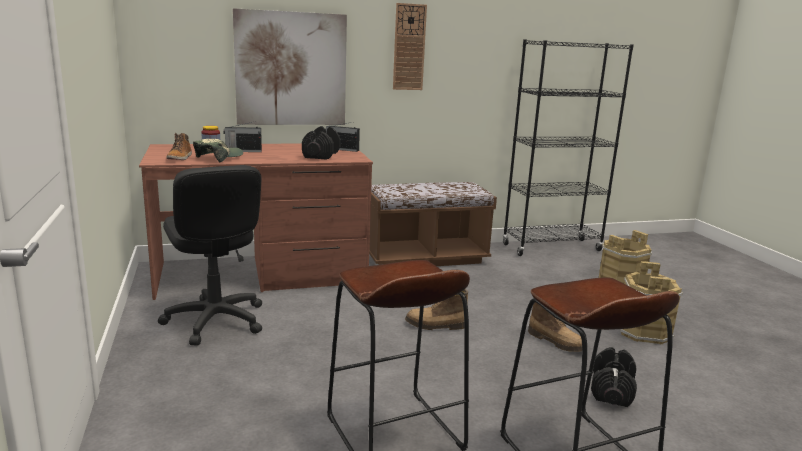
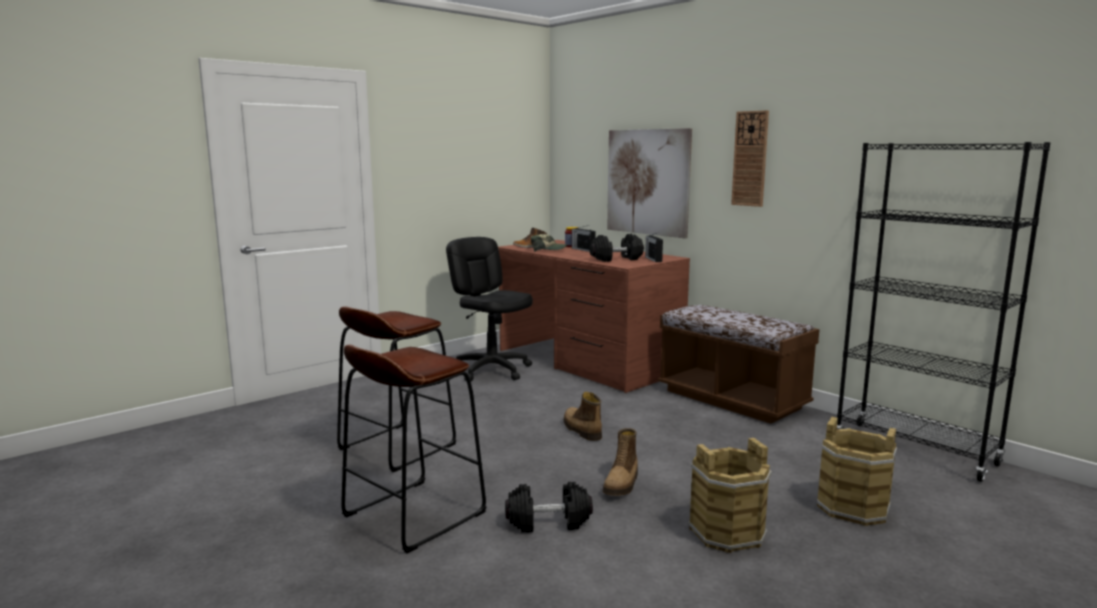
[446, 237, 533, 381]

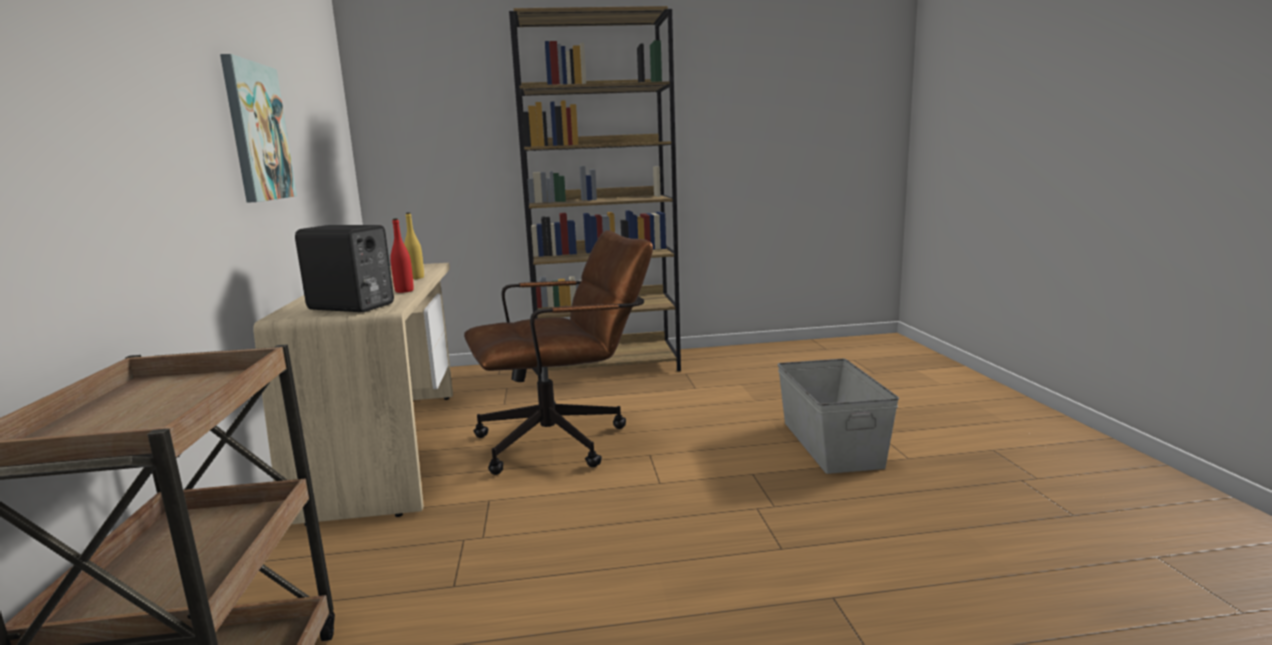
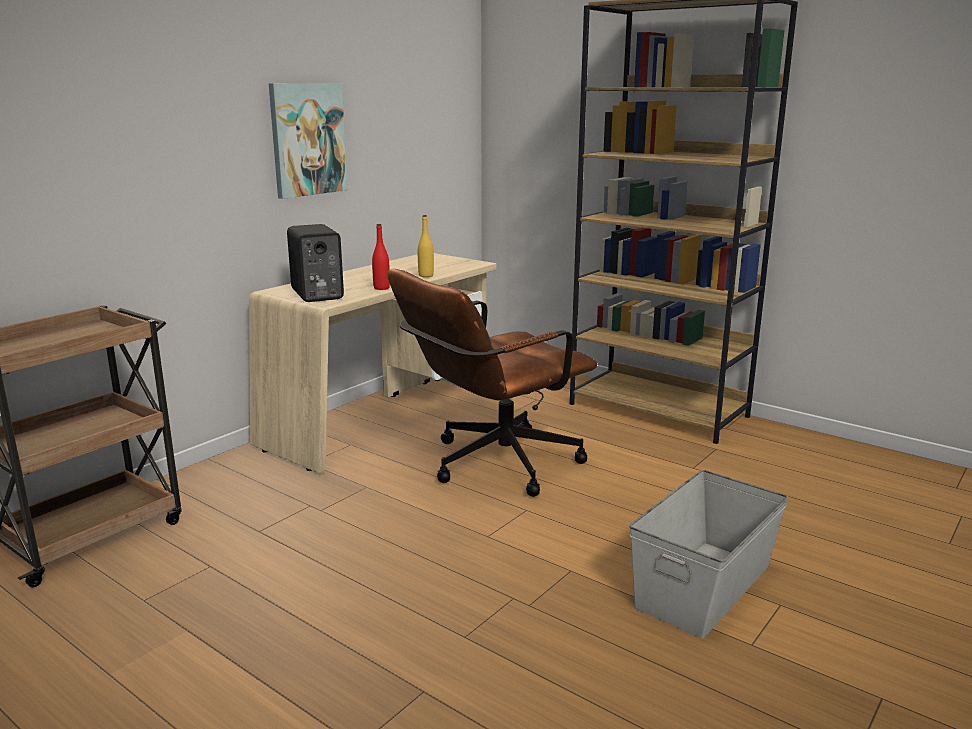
[387, 269, 597, 497]

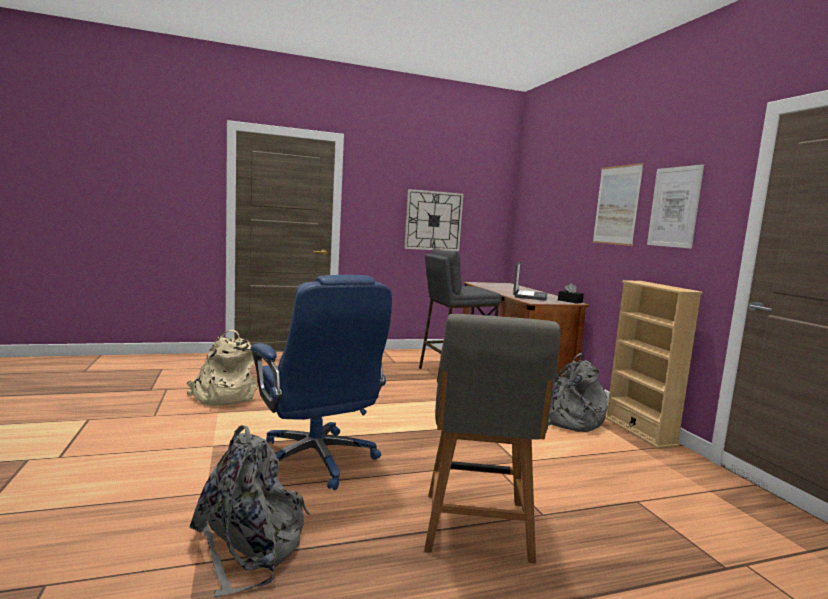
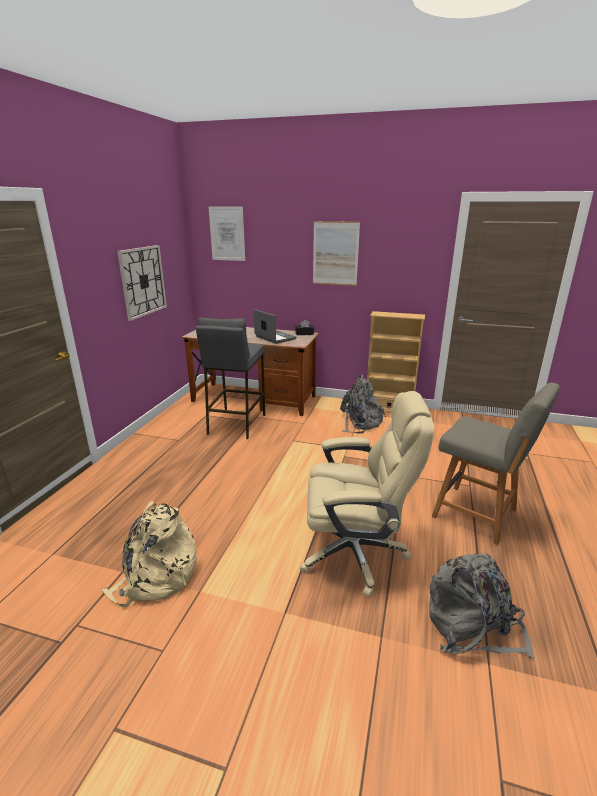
[300, 391, 434, 598]
[209, 206, 245, 261]

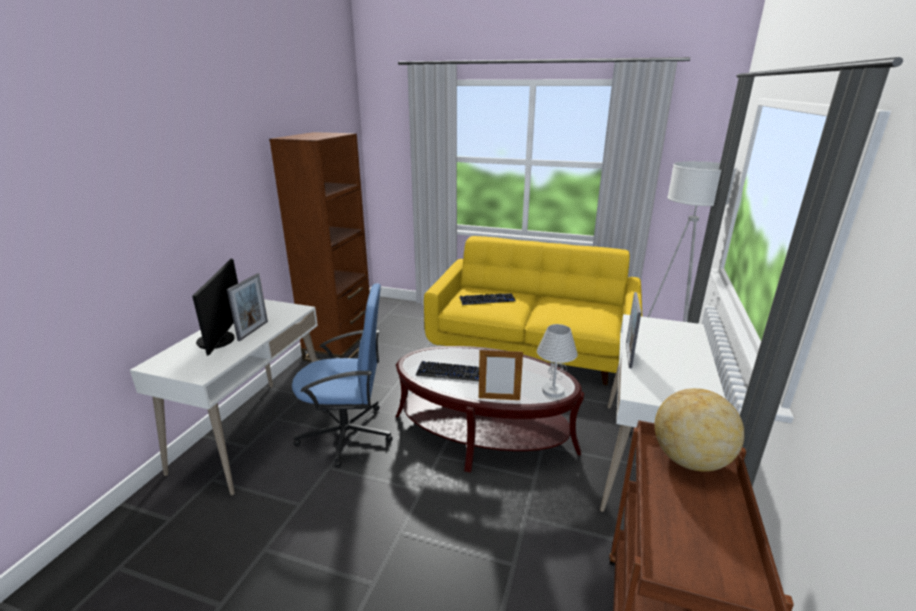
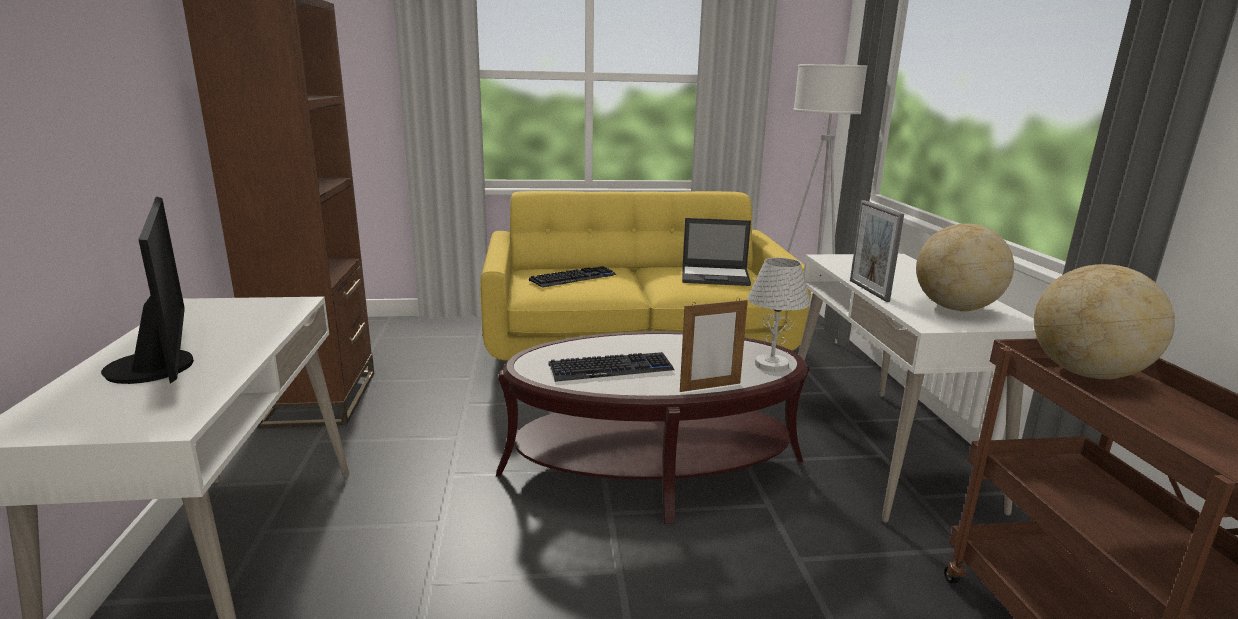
[227, 273, 268, 341] (first image)
[292, 283, 393, 468] (first image)
[682, 218, 751, 286]
[916, 224, 1014, 311]

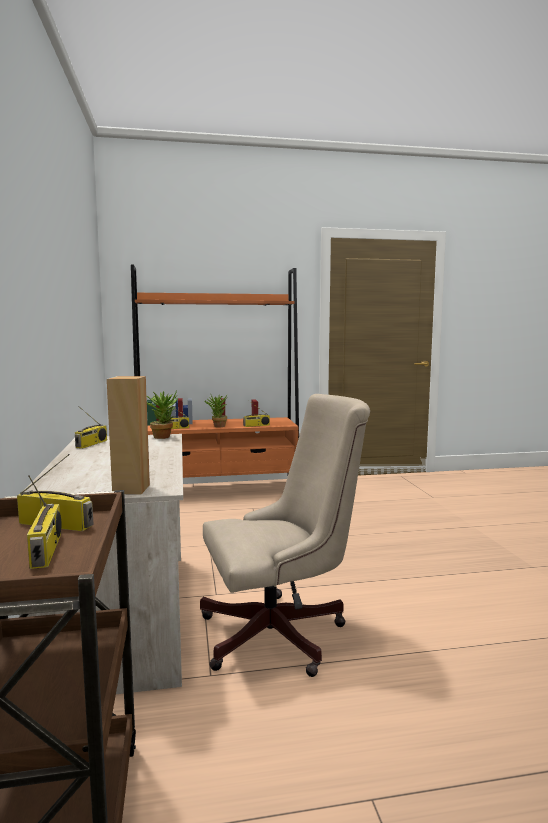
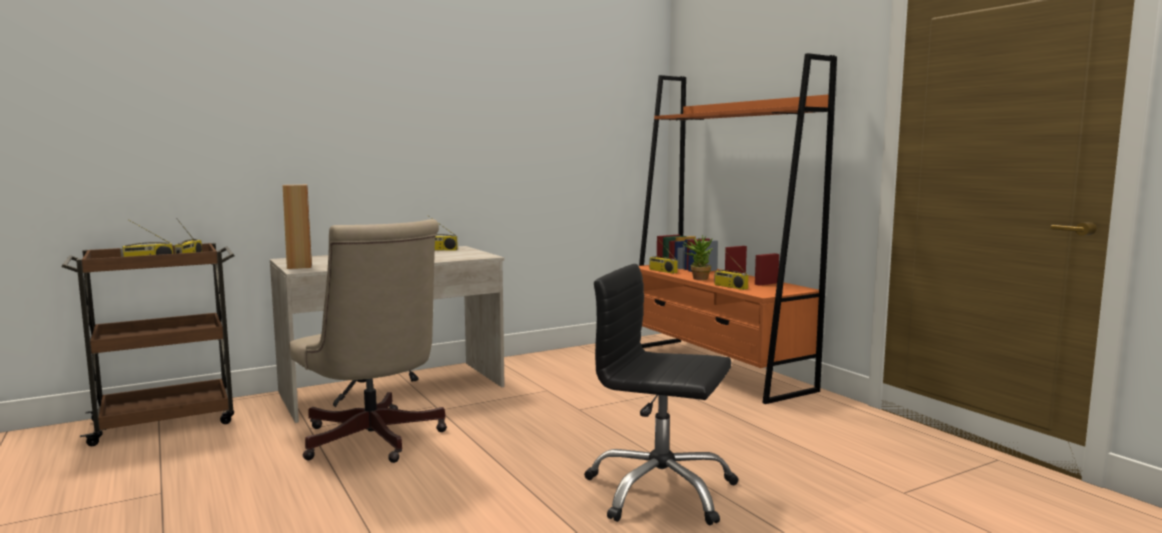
[147, 390, 178, 439] (first image)
[584, 264, 739, 525]

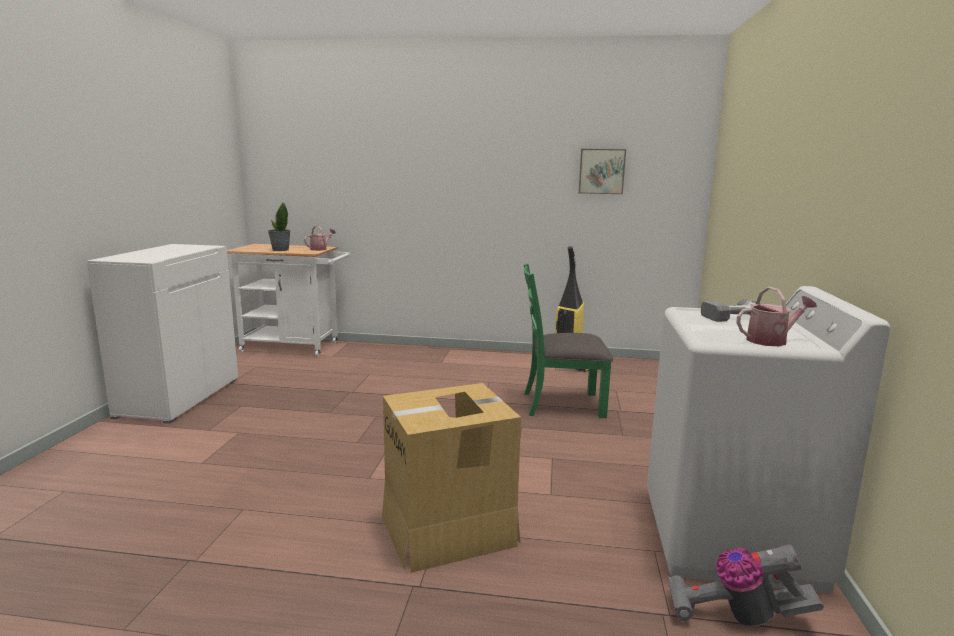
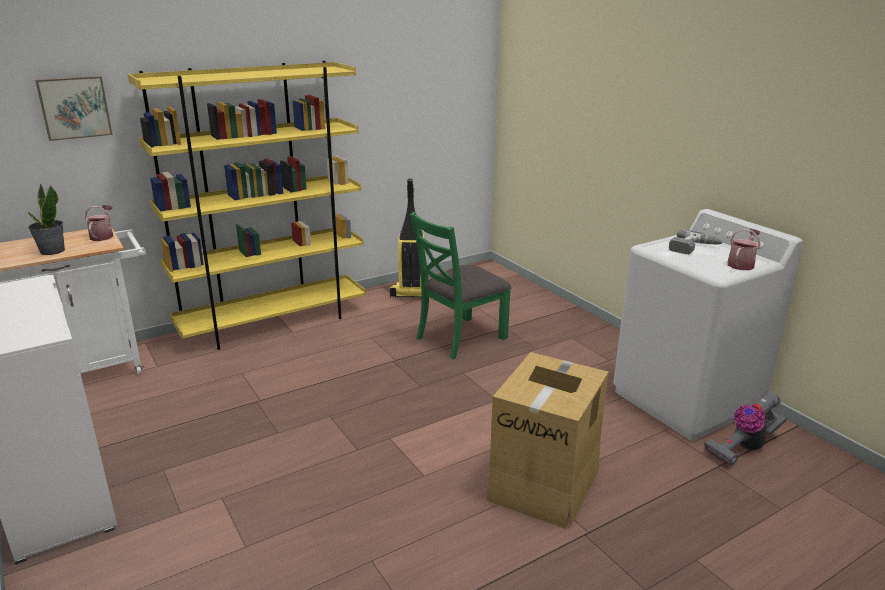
[35, 76, 113, 141]
[128, 61, 366, 350]

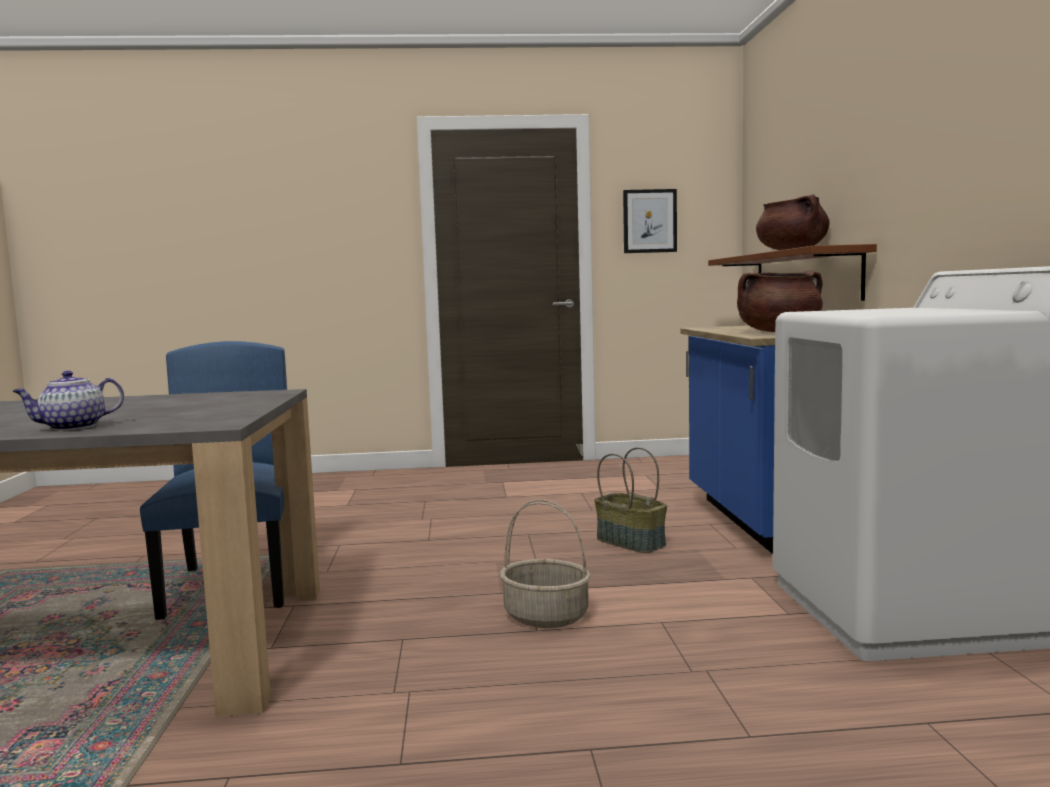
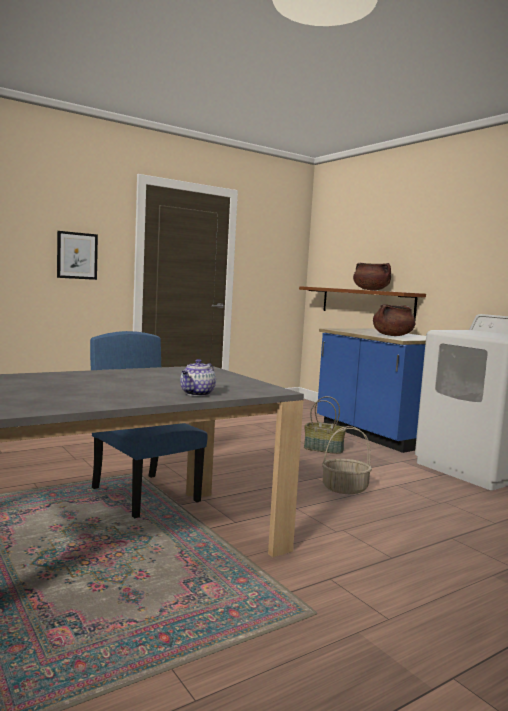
[57, 231, 98, 280]

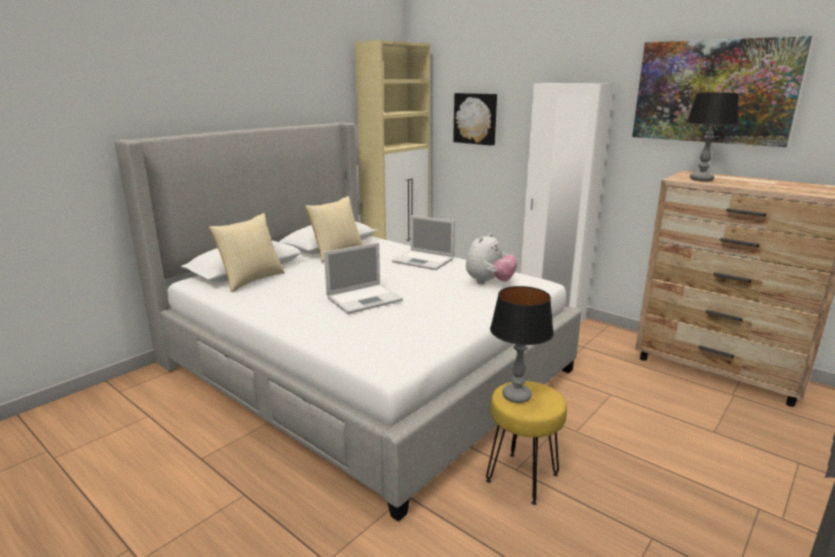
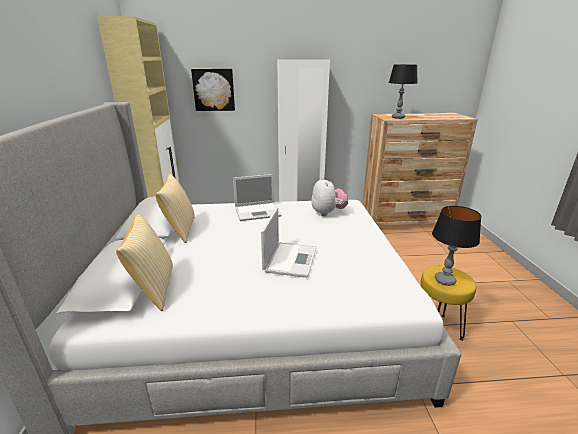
[632, 36, 812, 147] (first image)

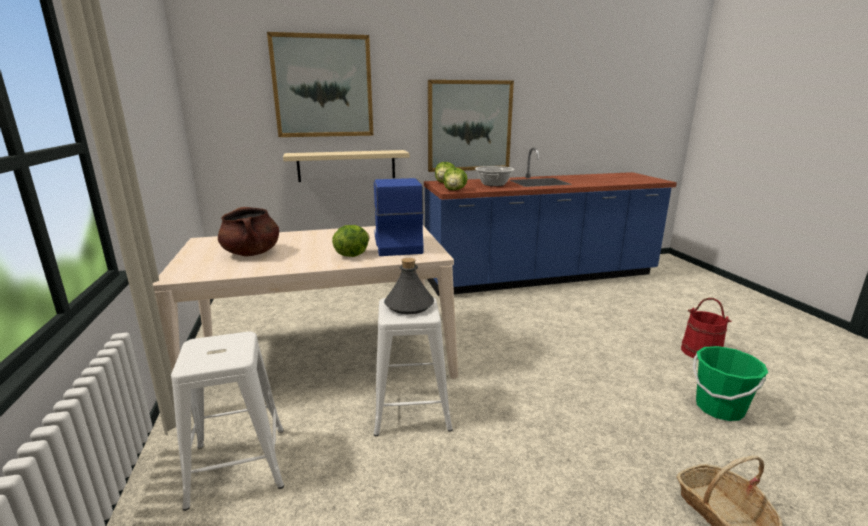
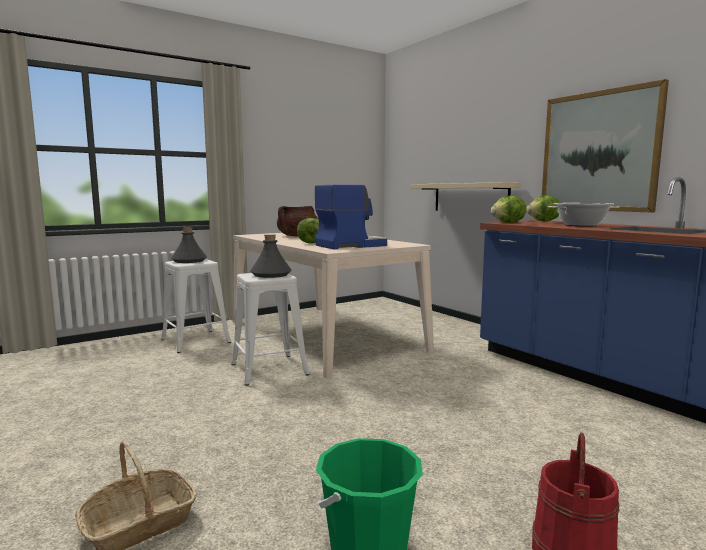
[267, 32, 373, 137] (first image)
[171, 227, 207, 263]

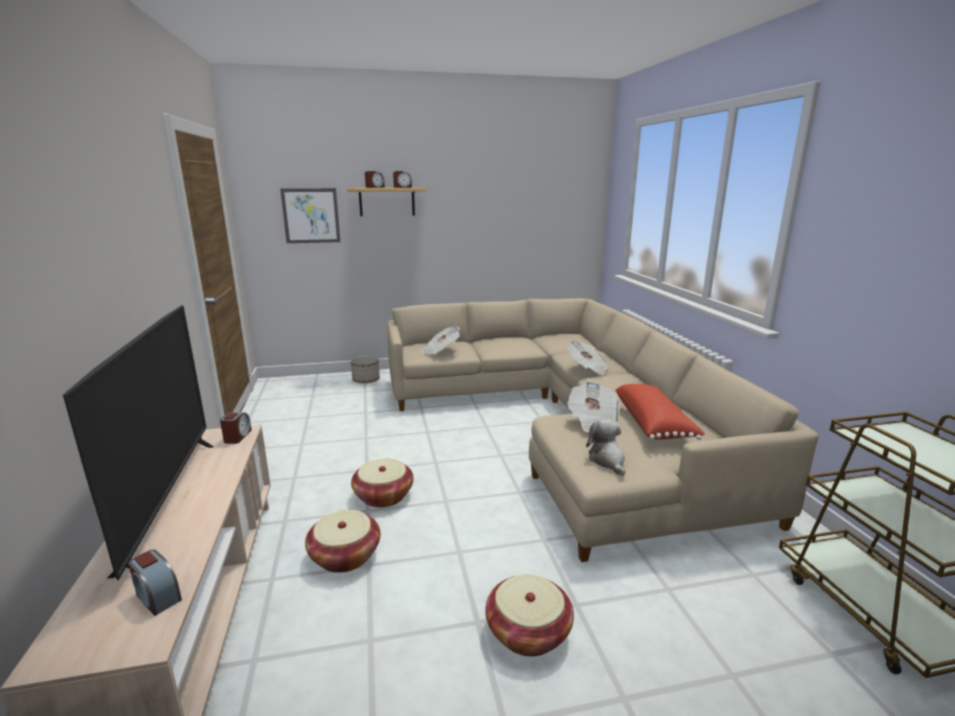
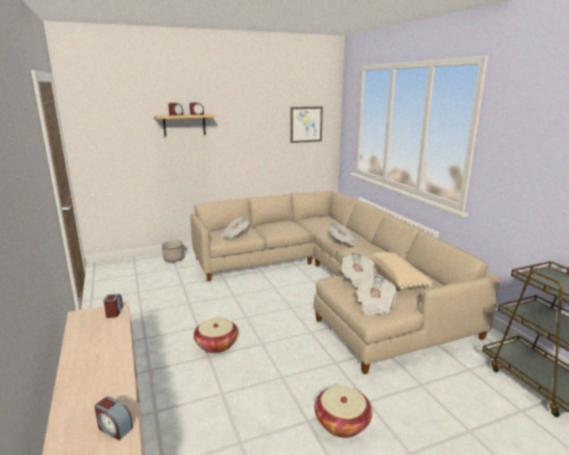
[63, 305, 214, 581] (first image)
[290, 106, 323, 143]
[305, 510, 380, 573] (first image)
[356, 275, 398, 315]
[369, 252, 433, 289]

